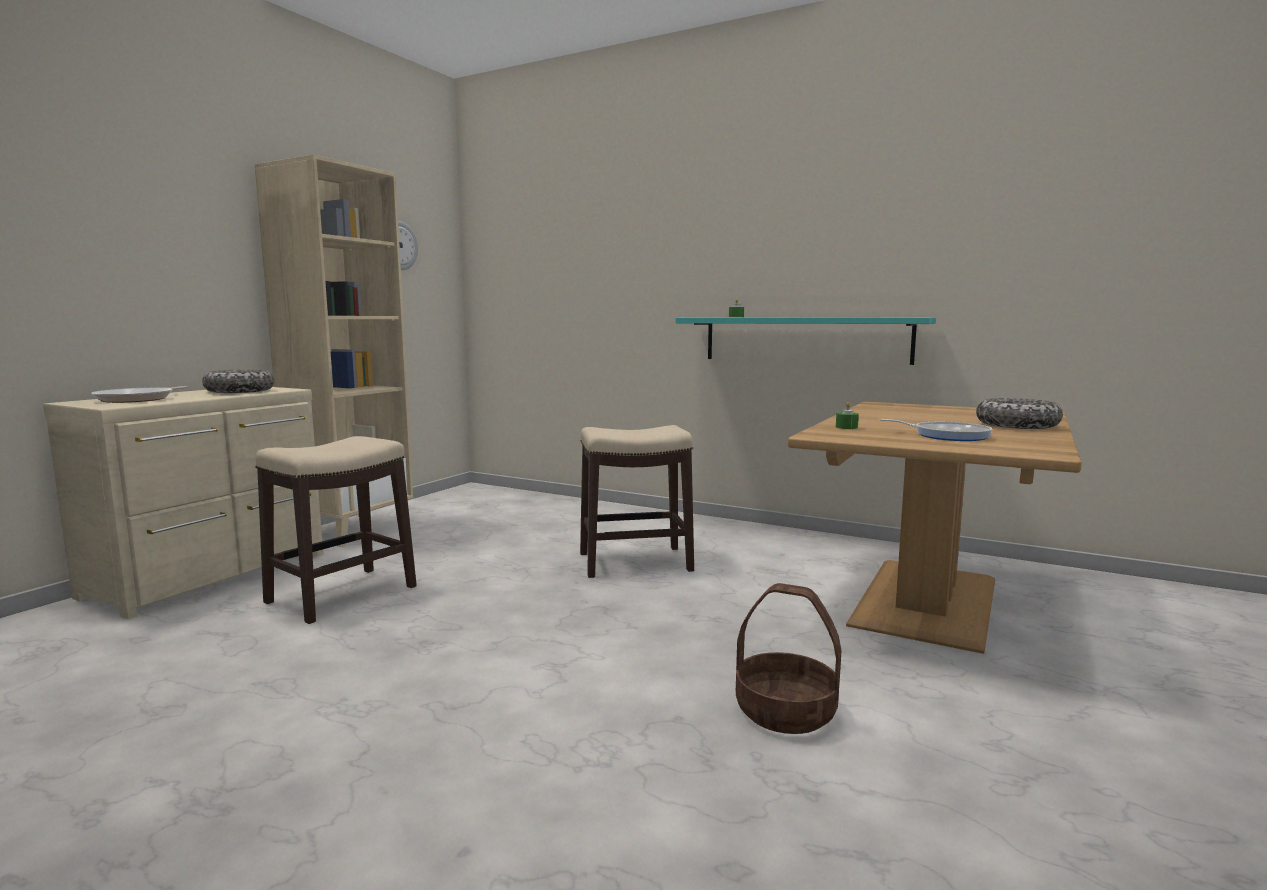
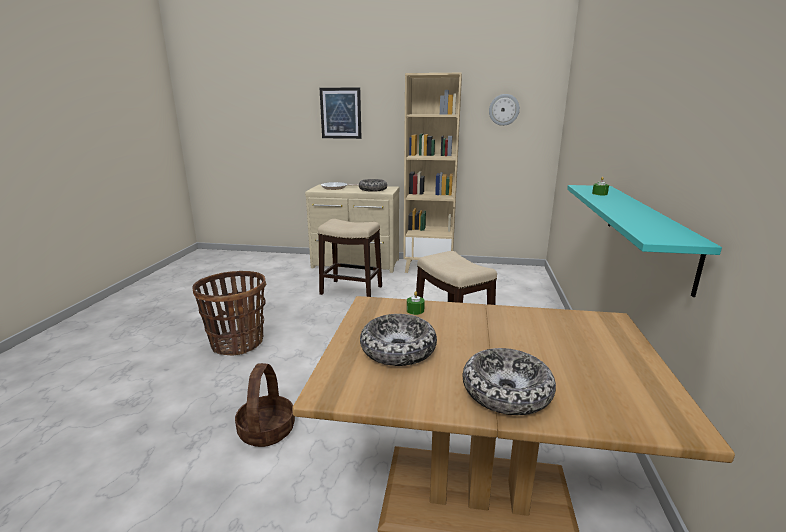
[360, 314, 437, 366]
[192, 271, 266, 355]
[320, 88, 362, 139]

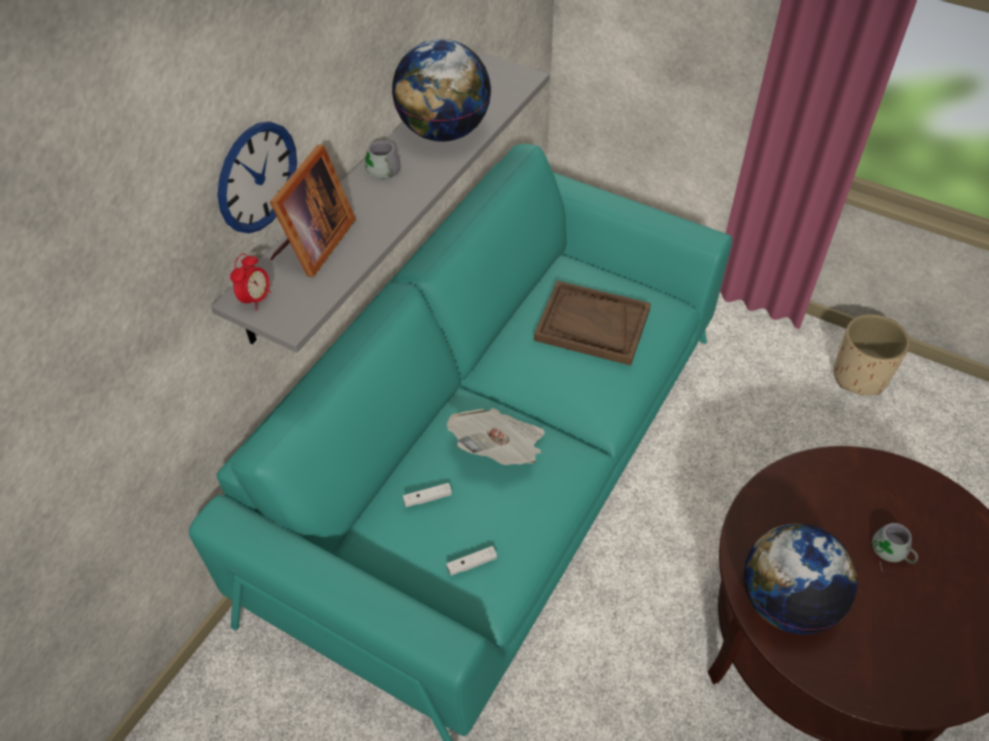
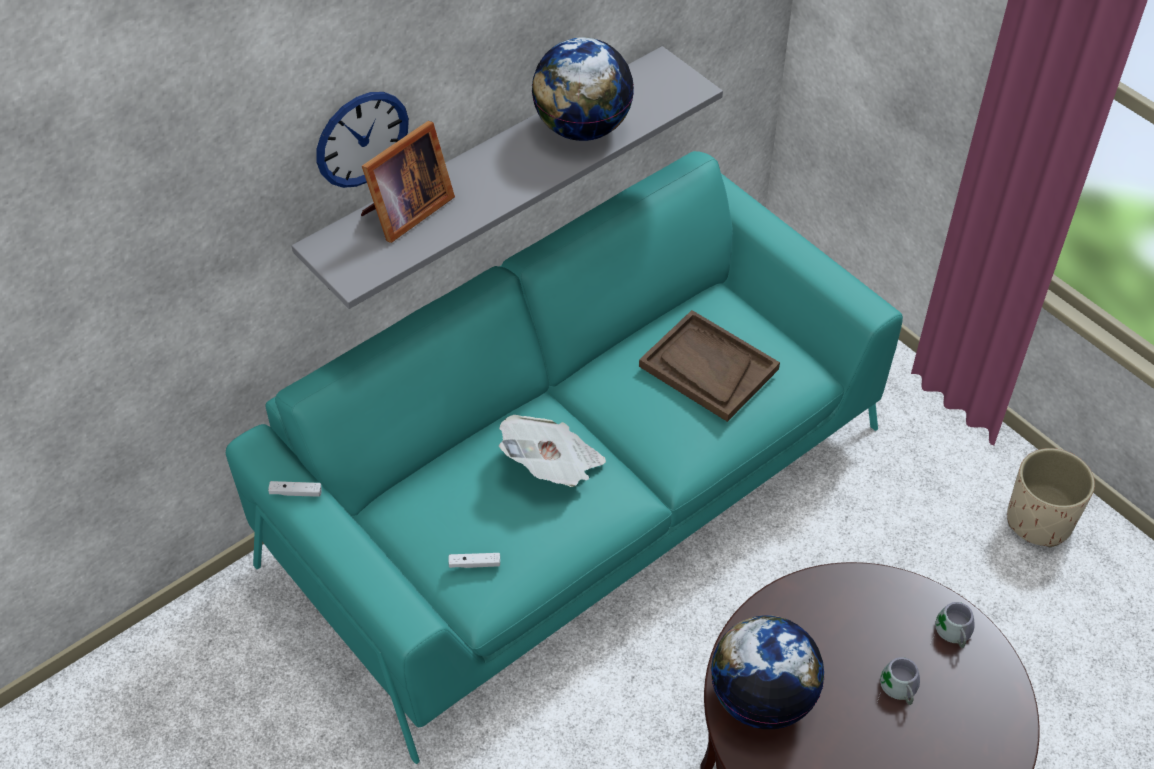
[230, 253, 271, 310] (first image)
[930, 602, 974, 648]
[268, 481, 322, 497]

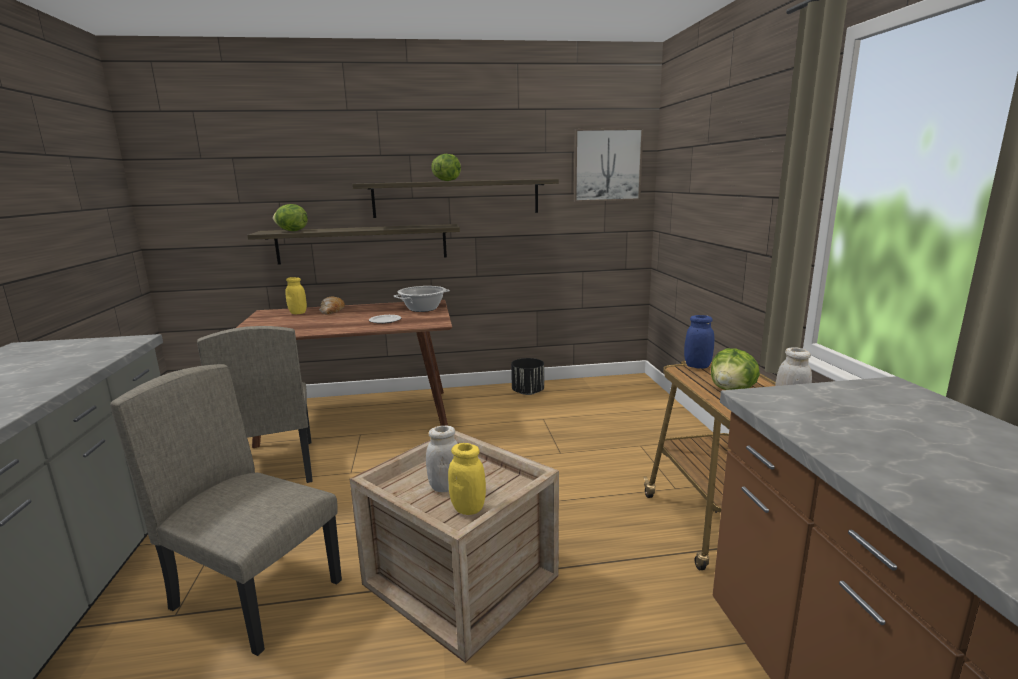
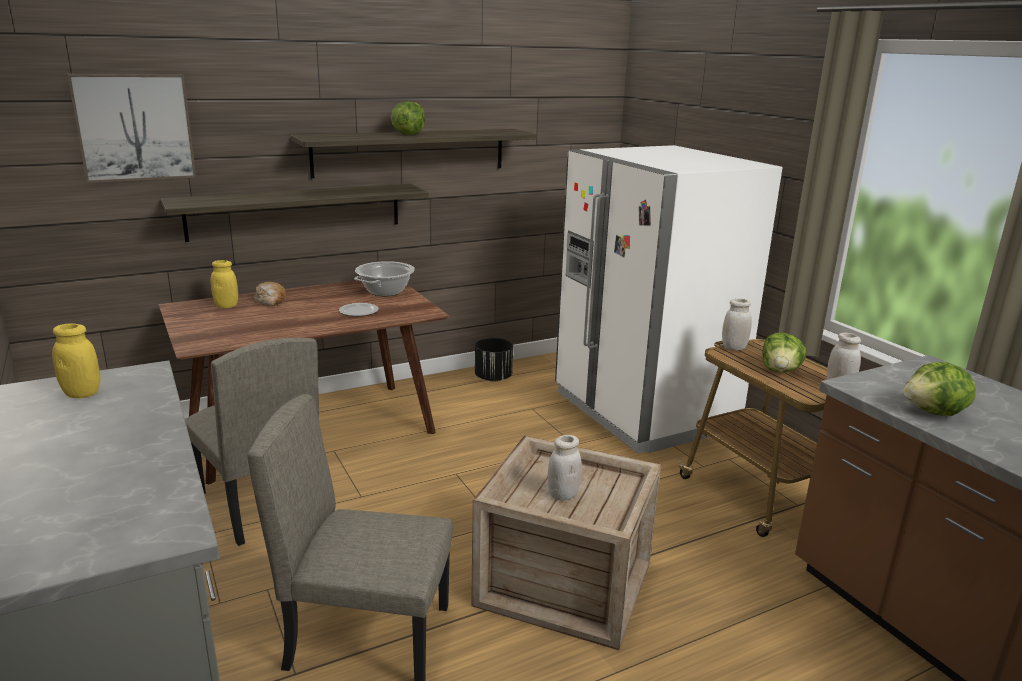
[903, 362, 976, 416]
[52, 323, 101, 398]
[67, 74, 196, 183]
[722, 299, 752, 350]
[555, 145, 783, 454]

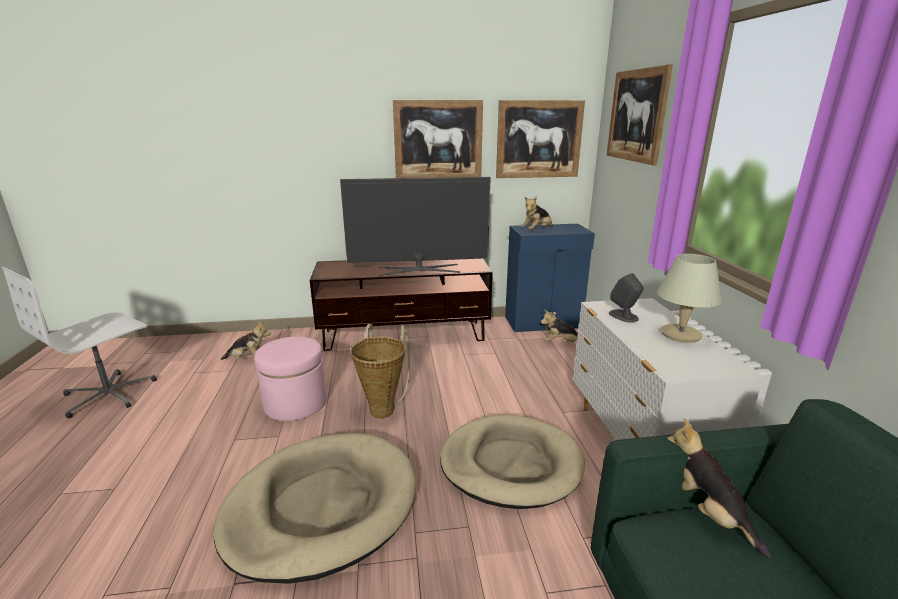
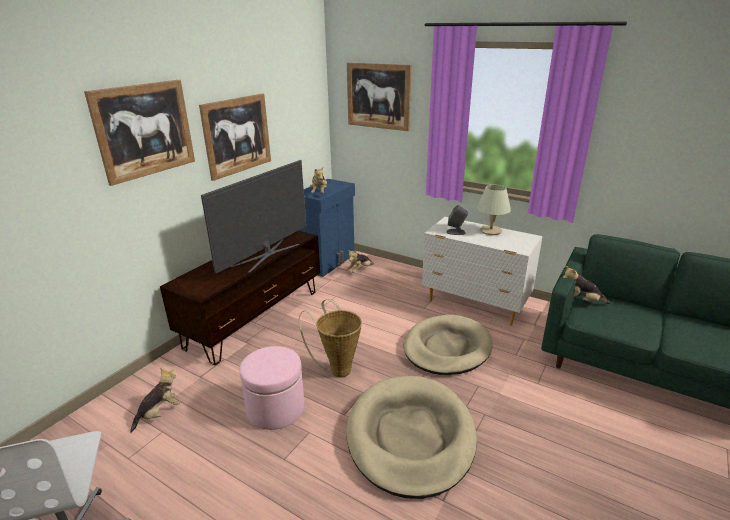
[84, 80, 195, 186]

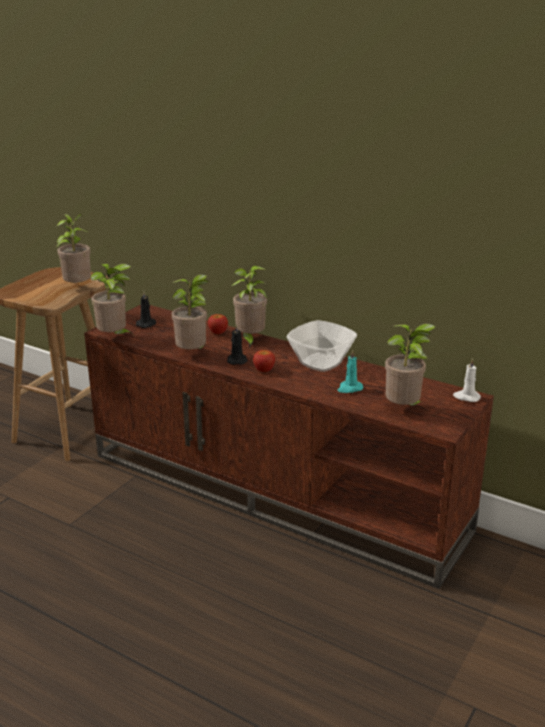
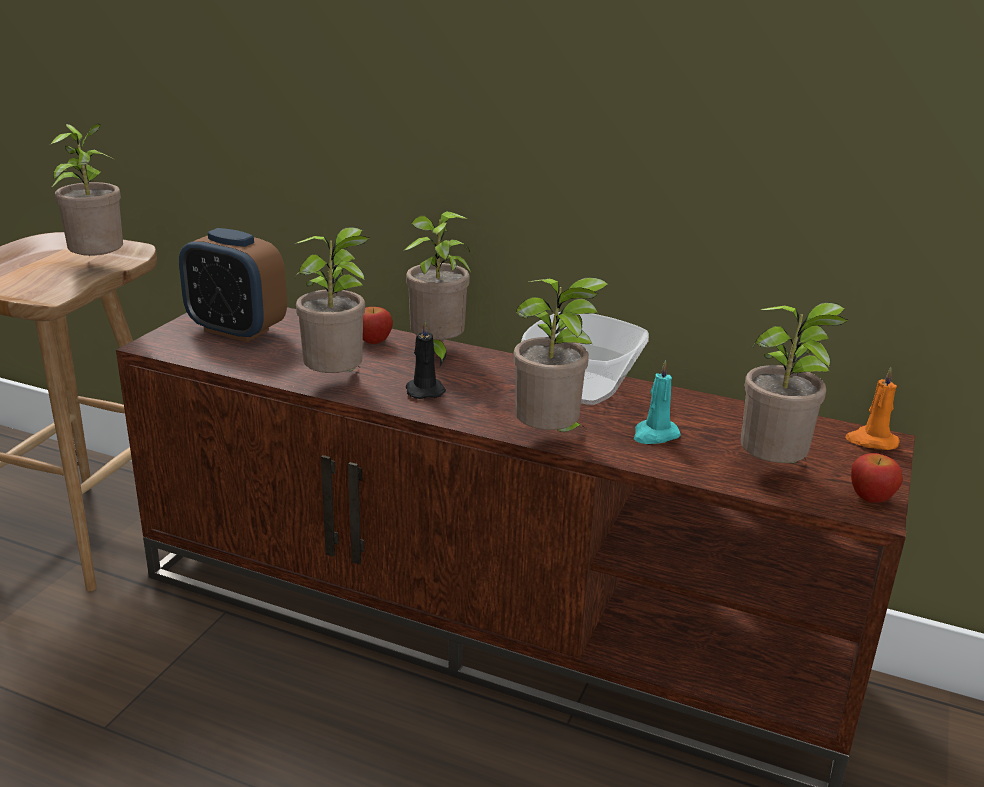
[513, 277, 609, 432]
[179, 228, 287, 342]
[851, 453, 903, 503]
[845, 367, 900, 450]

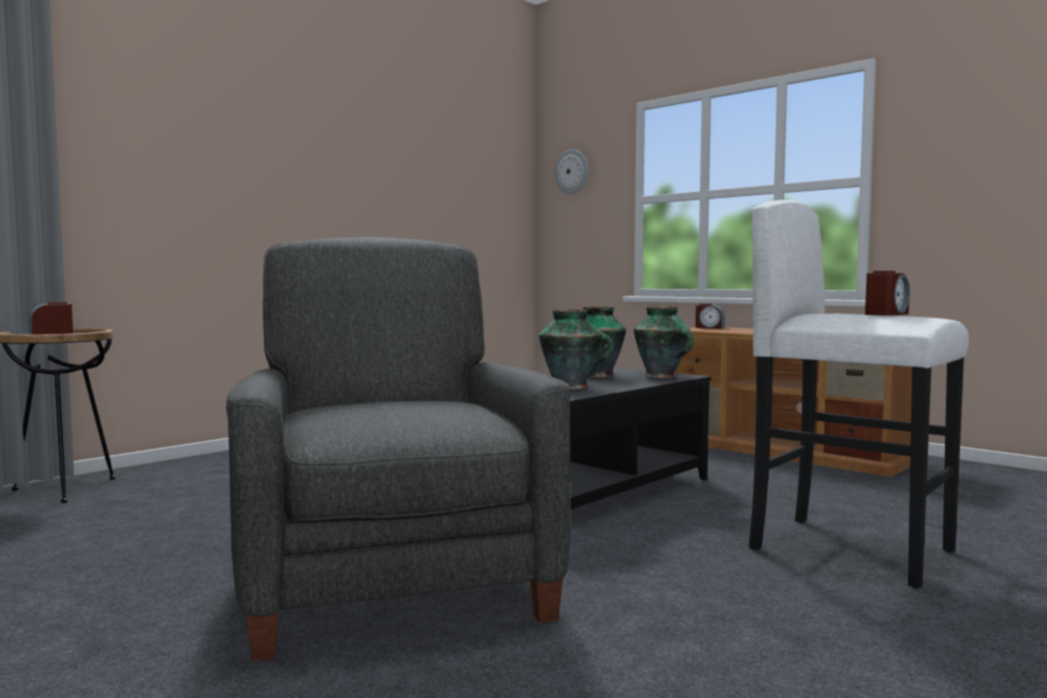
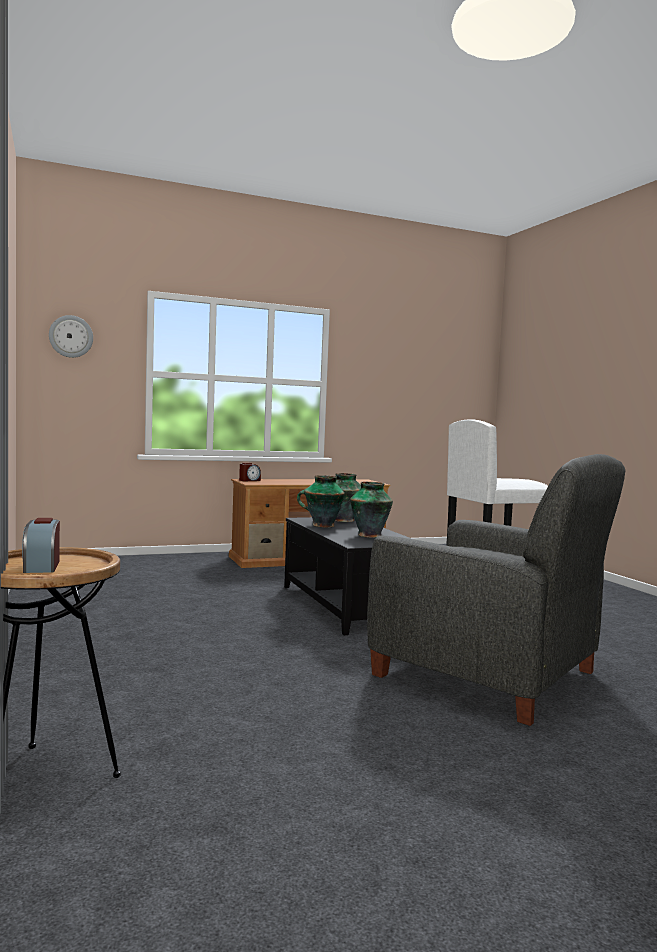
[367, 454, 625, 726]
[865, 271, 910, 316] (first image)

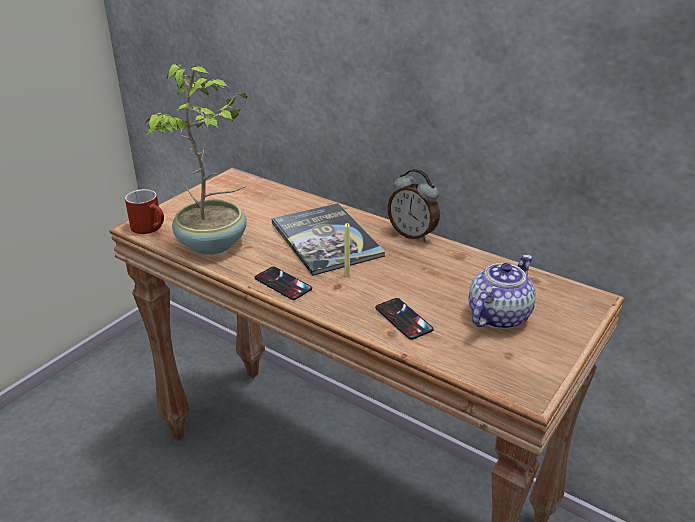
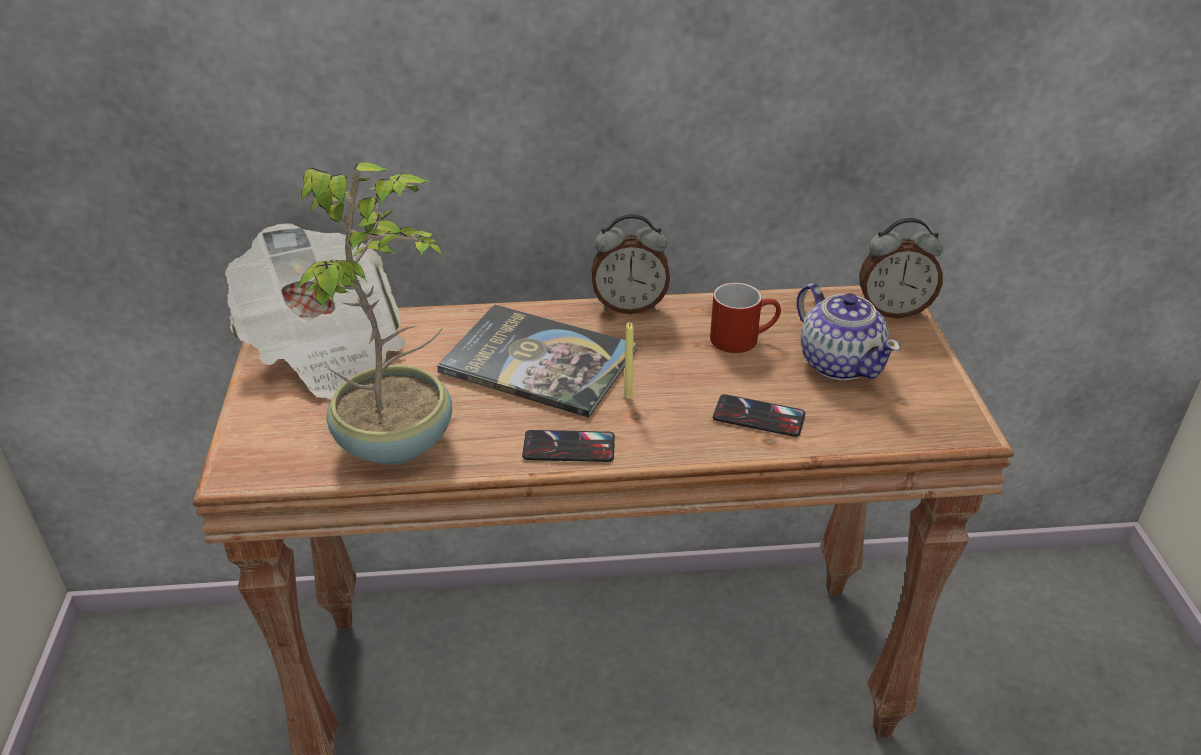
[710, 283, 781, 353]
[797, 283, 901, 380]
[225, 223, 405, 399]
[859, 218, 943, 318]

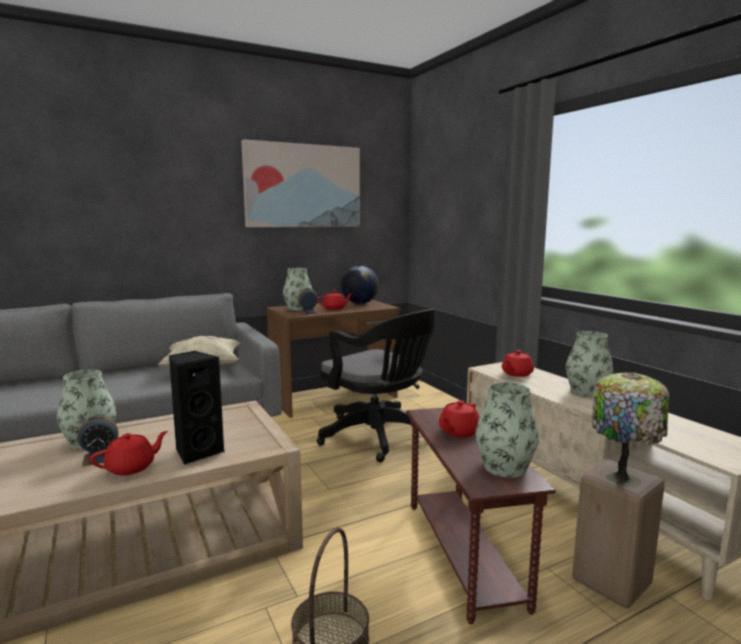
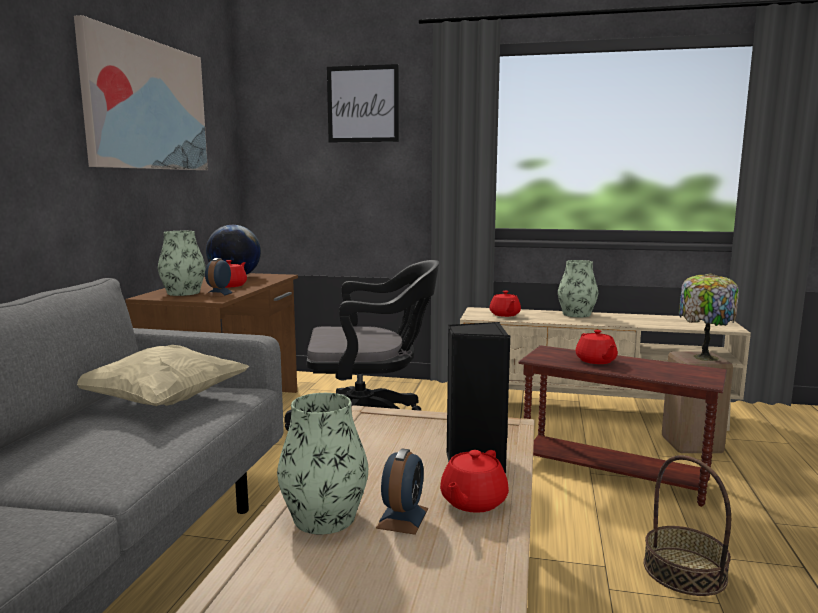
[440, 450, 509, 513]
[476, 382, 539, 478] (first image)
[327, 64, 399, 143]

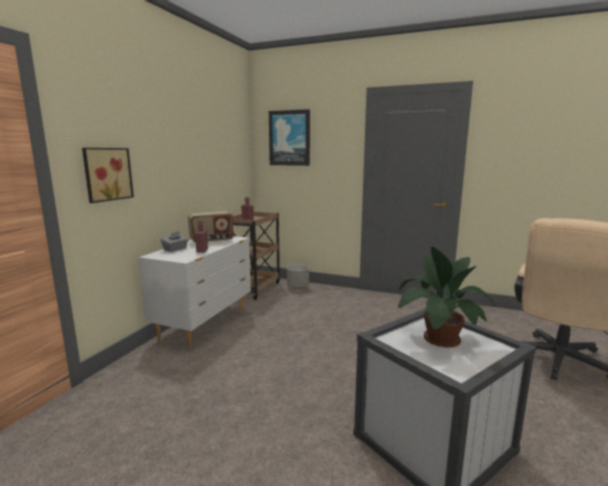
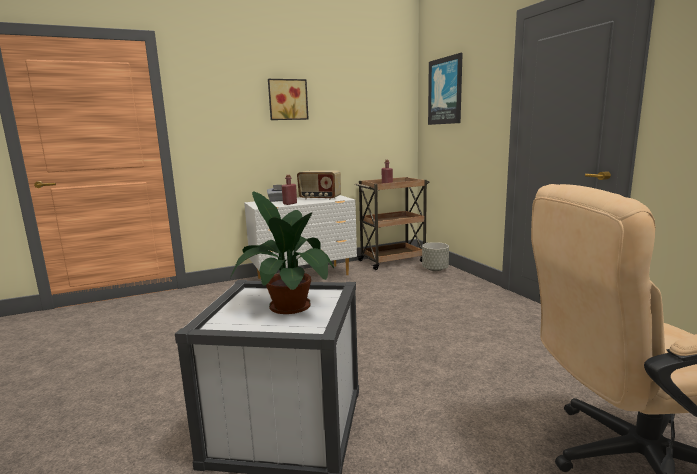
[268, 79, 309, 120]

